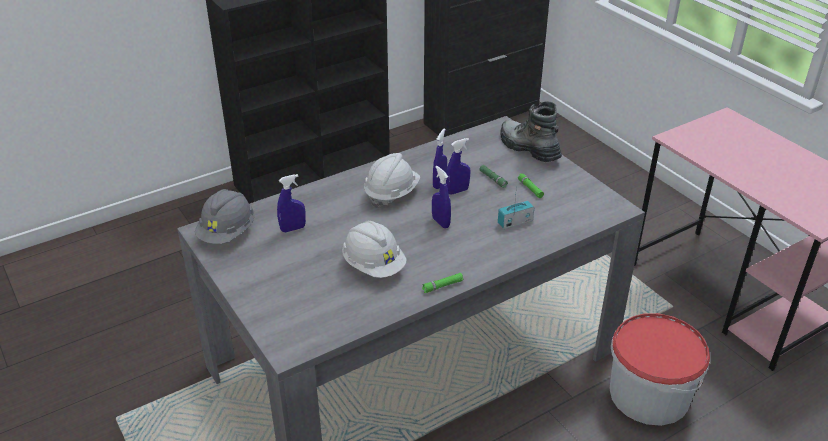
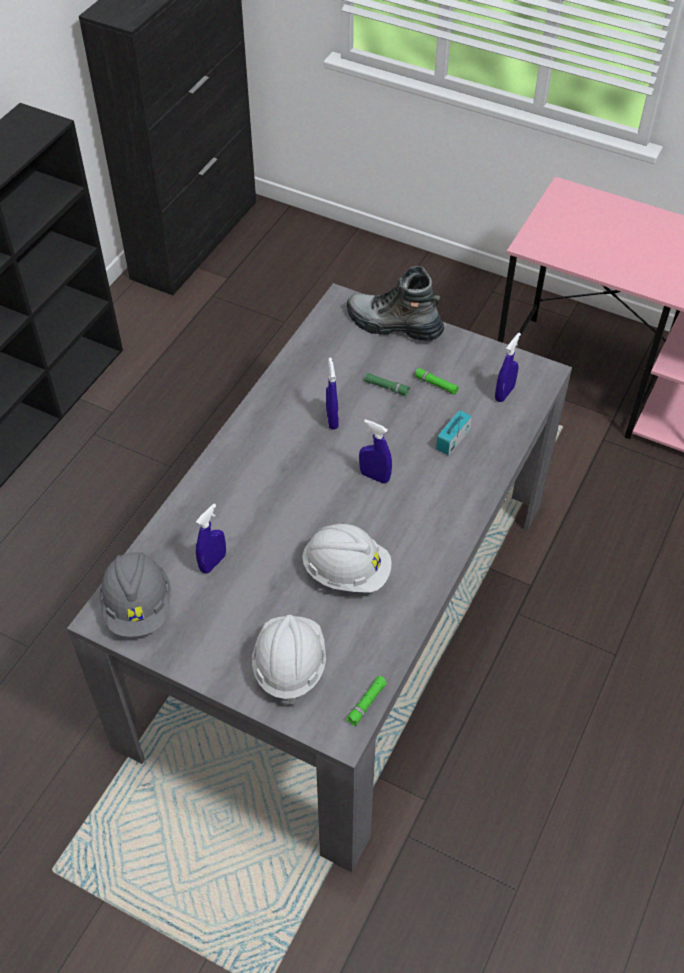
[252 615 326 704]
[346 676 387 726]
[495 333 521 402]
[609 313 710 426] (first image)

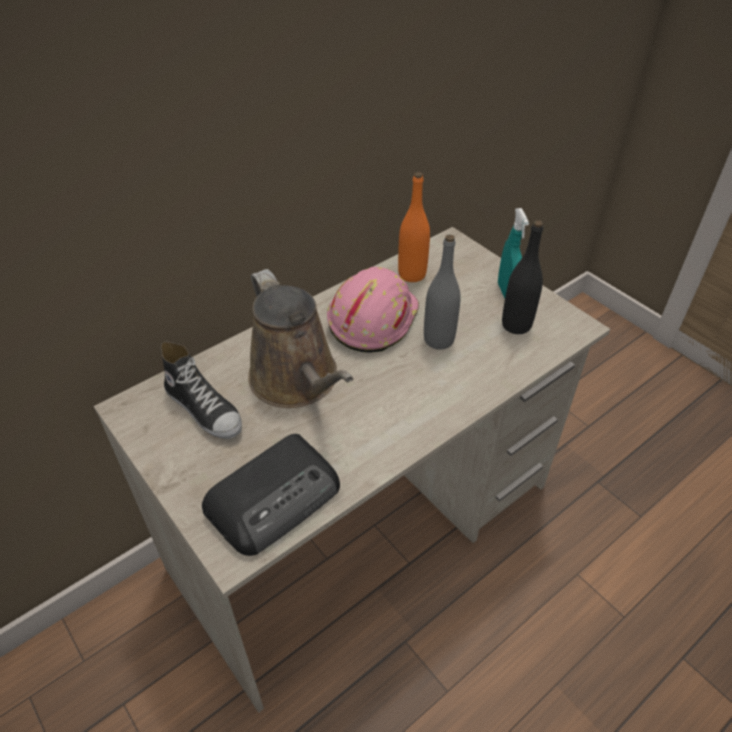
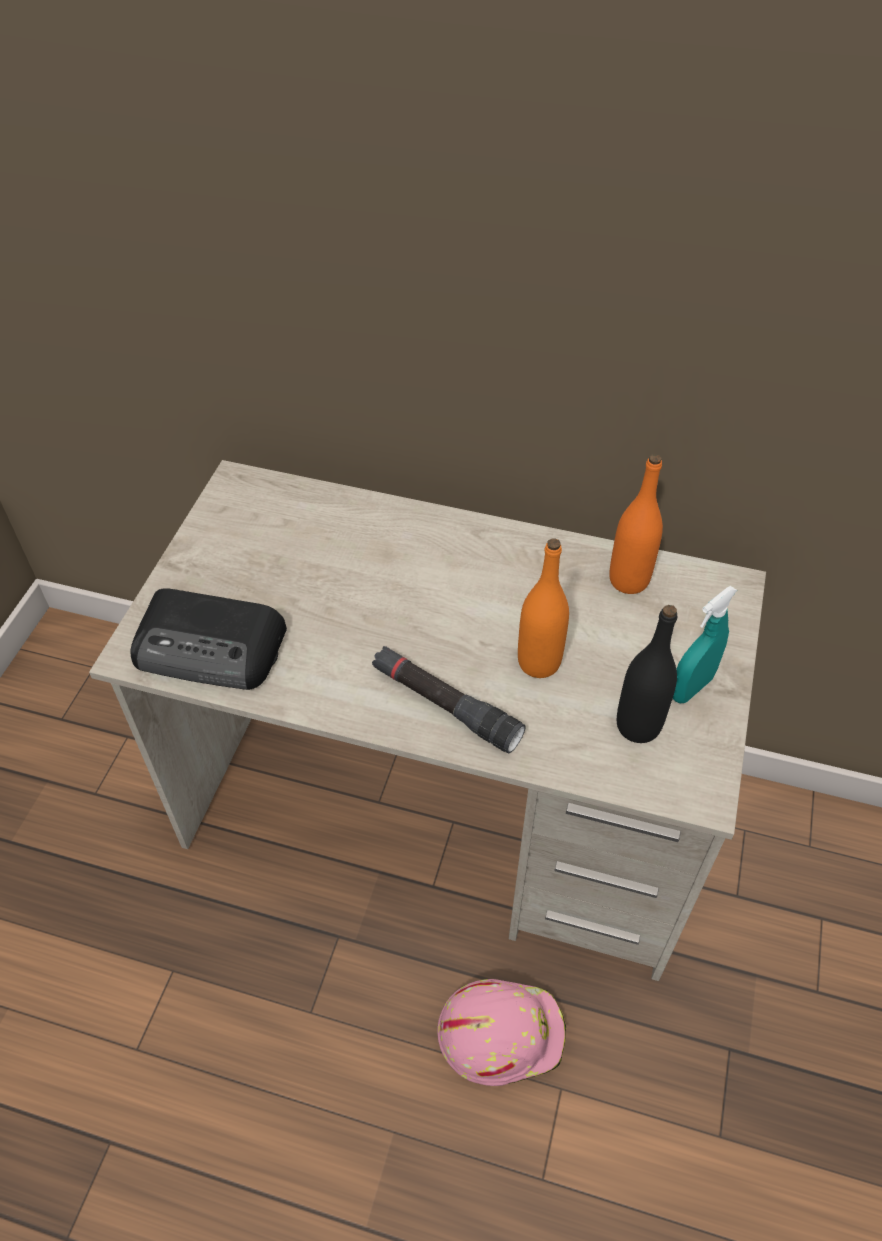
[161 342 242 439] (first image)
[248 269 353 408] (first image)
[437 979 566 1086]
[518 538 569 678]
[372 646 526 754]

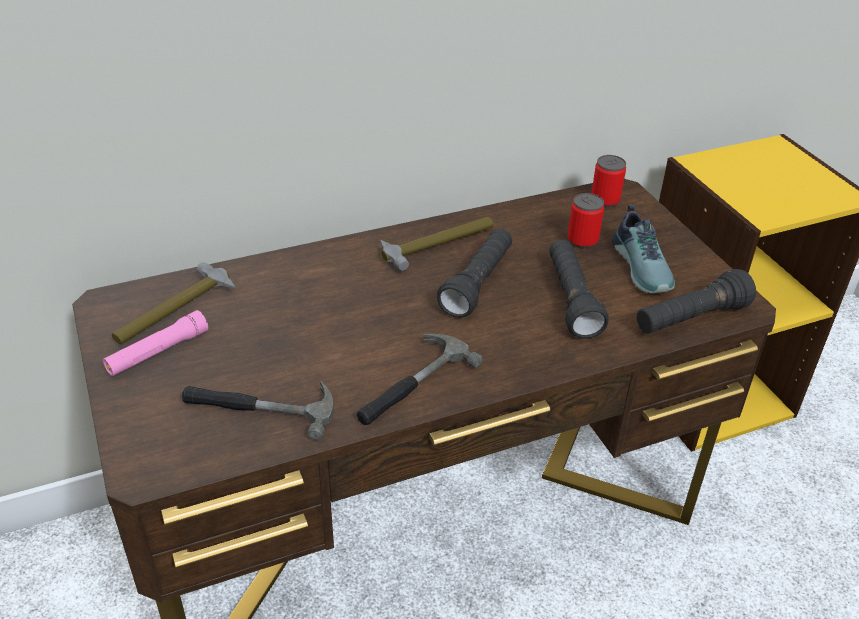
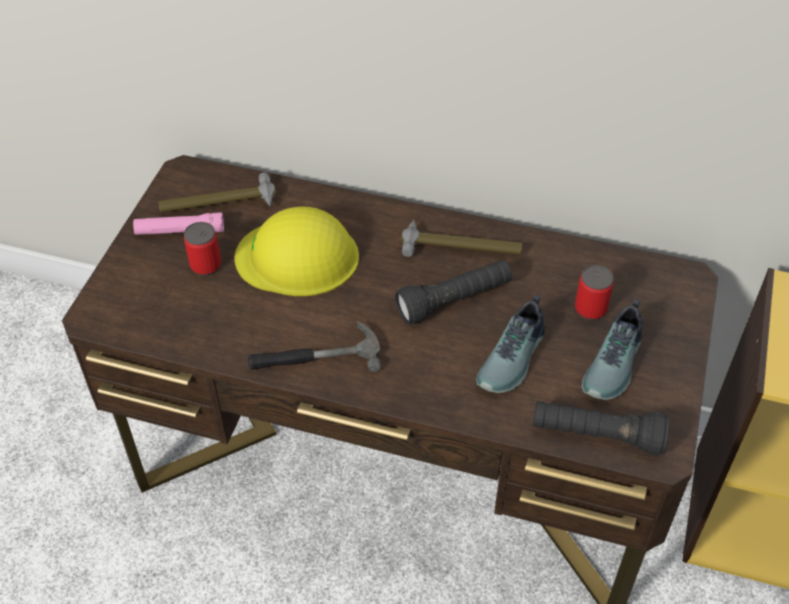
[182 381 333 440] (first image)
[476 295 545 393]
[184 222 221 276]
[234 207 359 296]

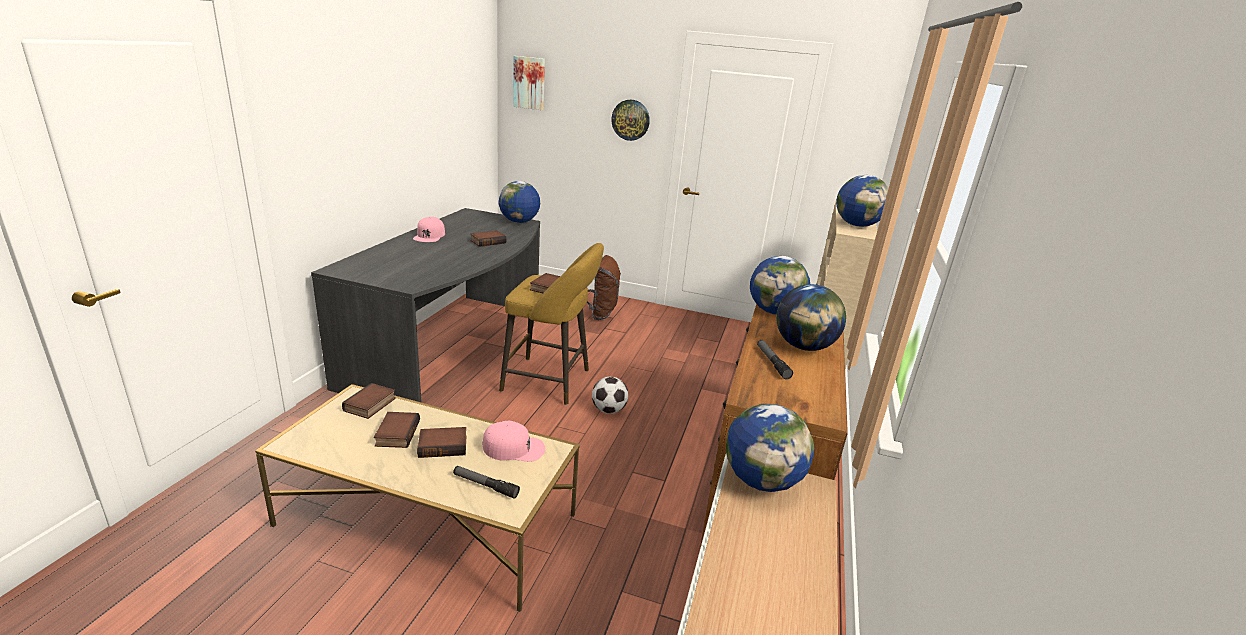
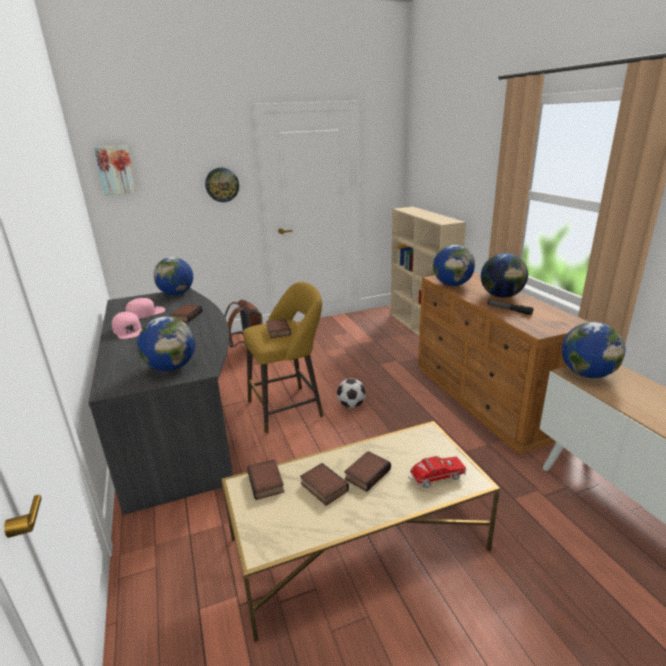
[408 456 467 488]
[126 298 165 319]
[137 316 195 371]

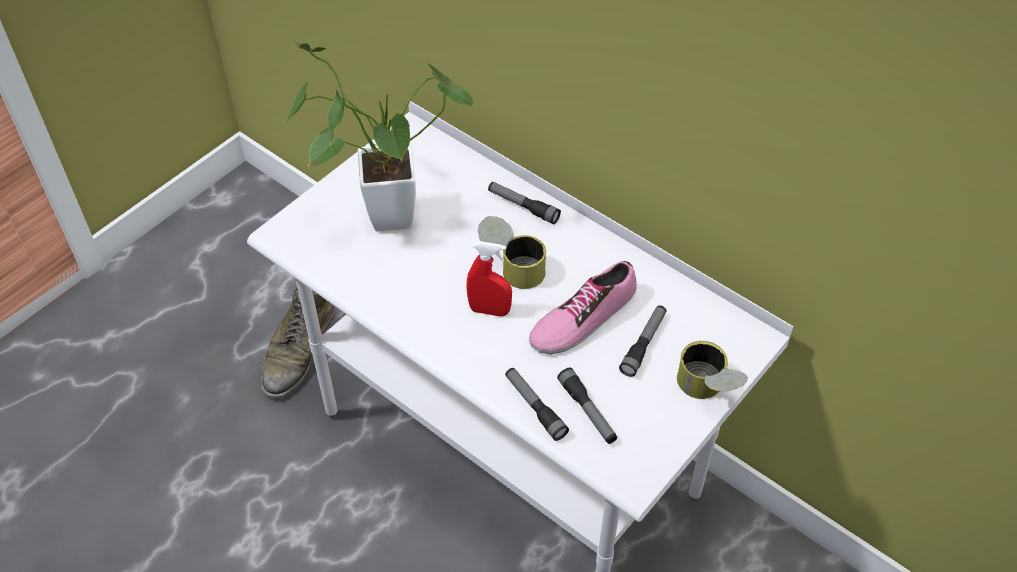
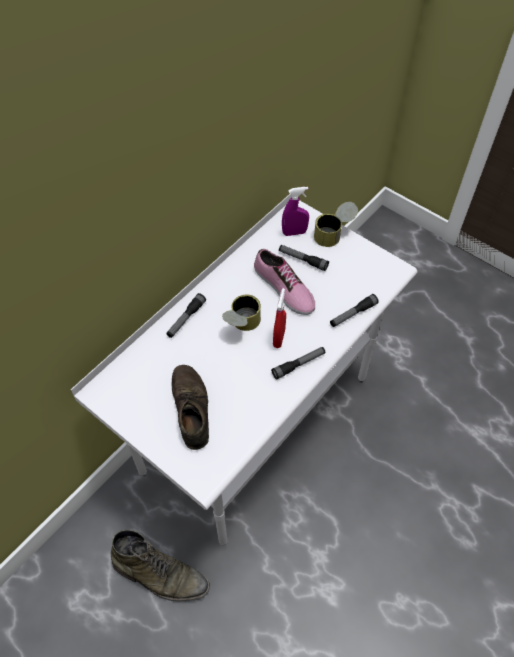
[172 365 209 450]
[271 347 326 380]
[282 187 309 236]

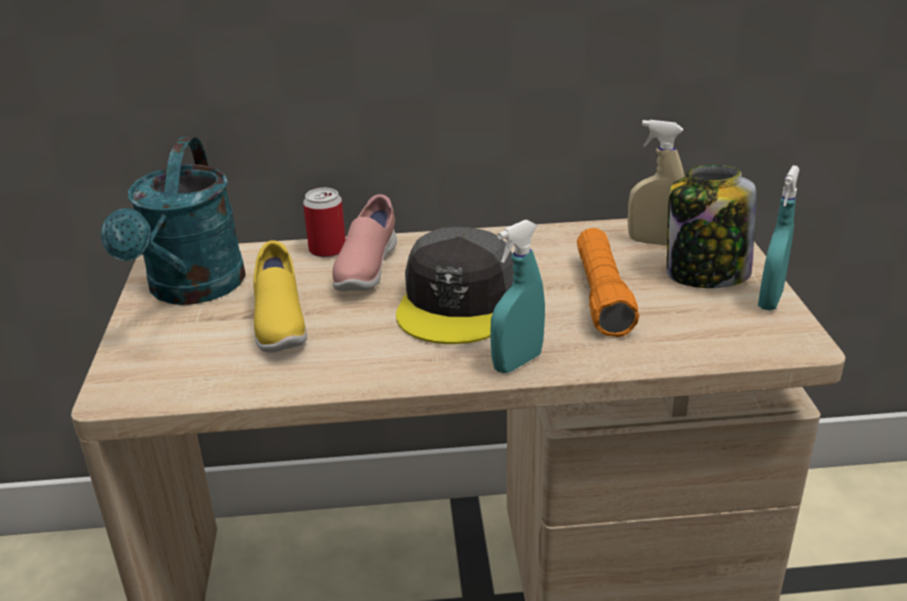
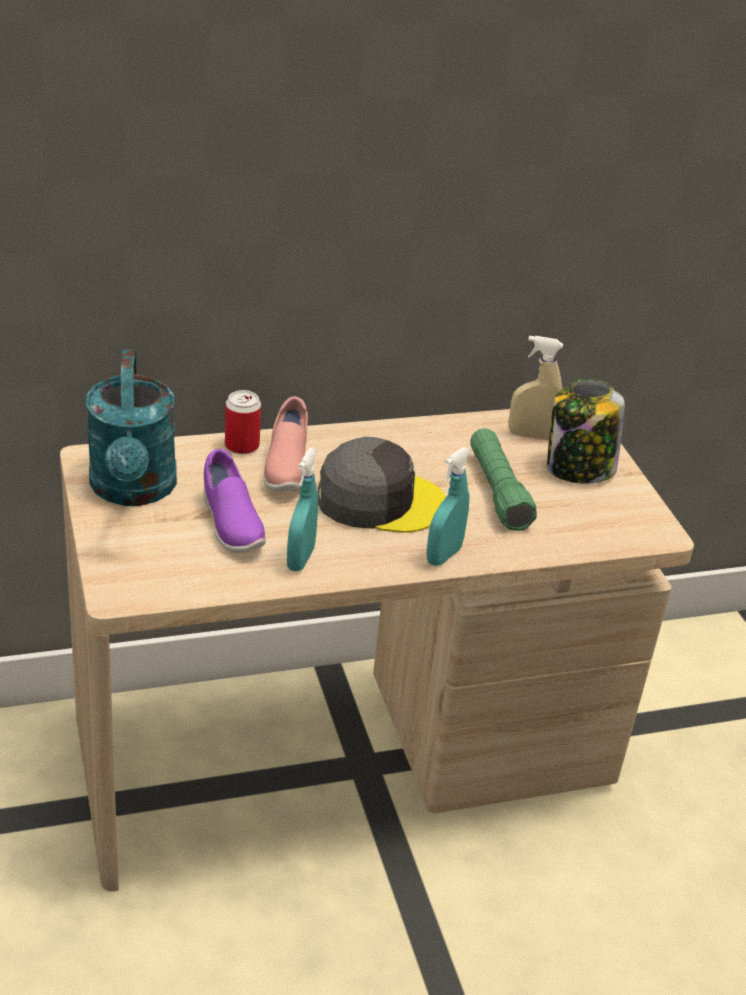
[204 449 266 553]
[318 437 446 533]
[470 428 537 531]
[287 448 318 571]

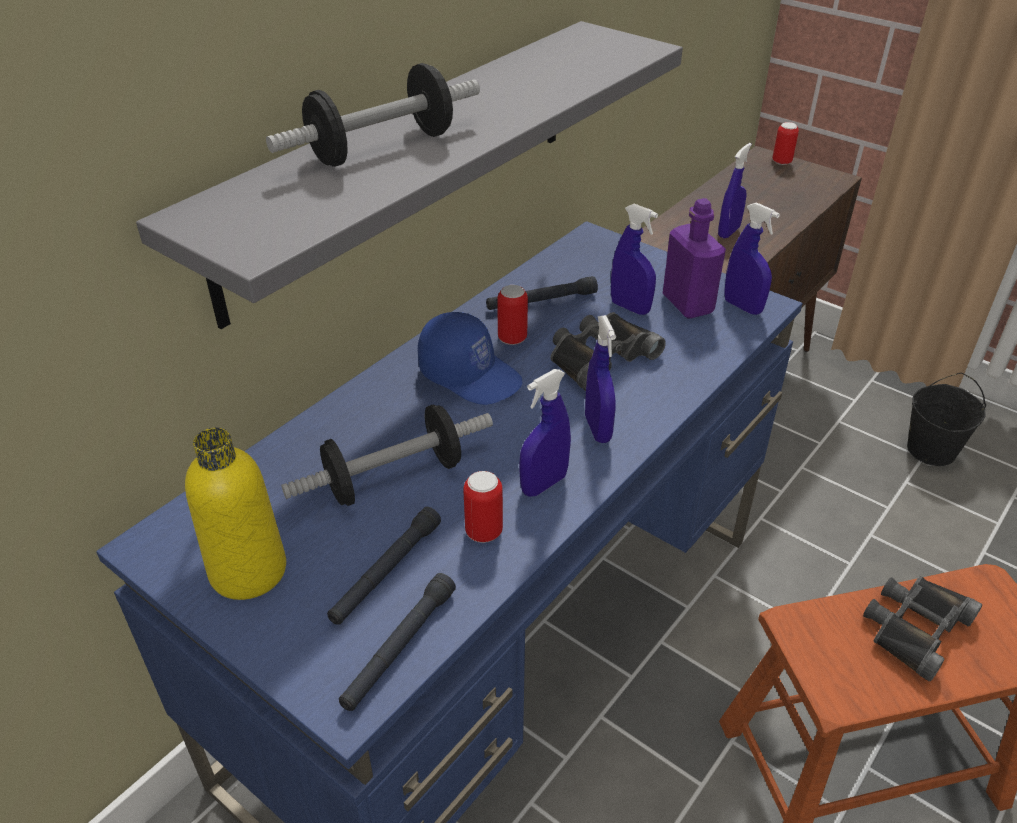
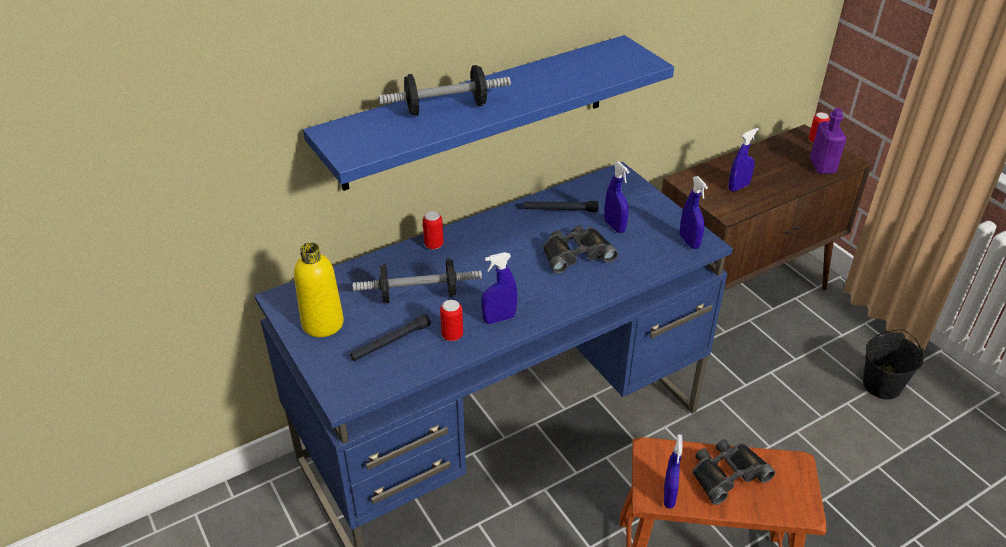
[303 35 674 191]
[339 573 456 711] (first image)
[418 312 522 405] (first image)
[423 211 444 249]
[664 434 683 509]
[810 108 846 174]

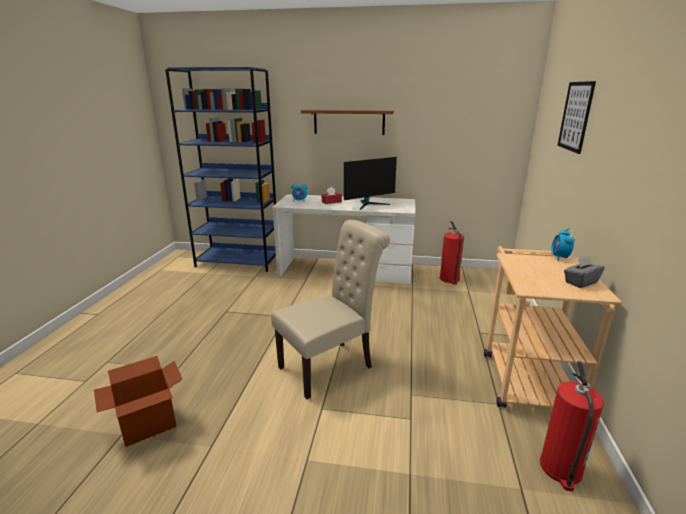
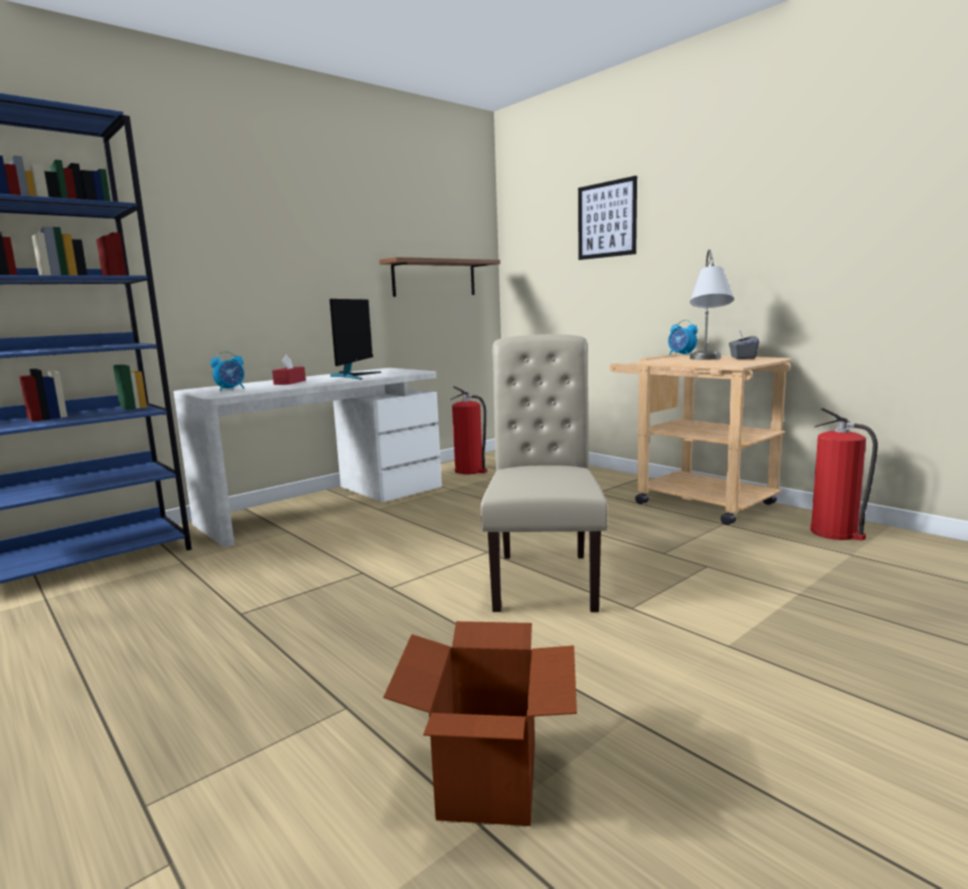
[379 257 500 297]
[690 249 734 360]

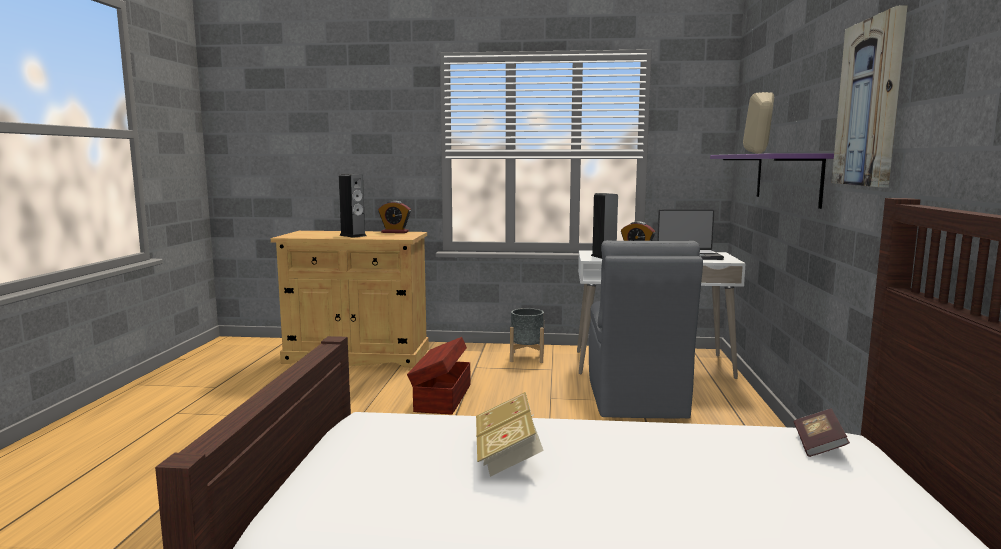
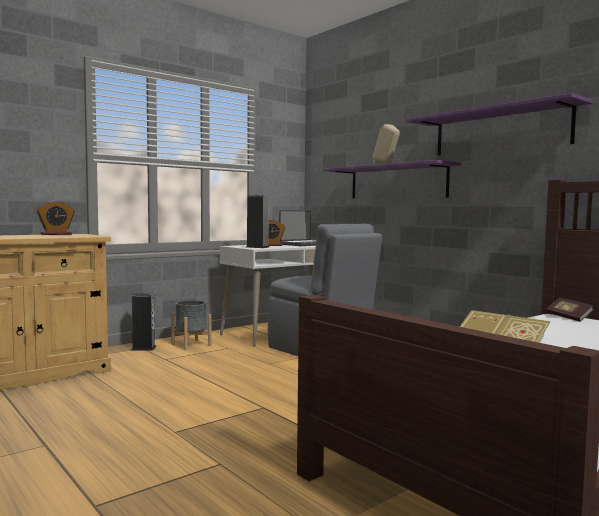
[131 293 156 351]
[407 337 470 414] (first image)
[406 93 593 155]

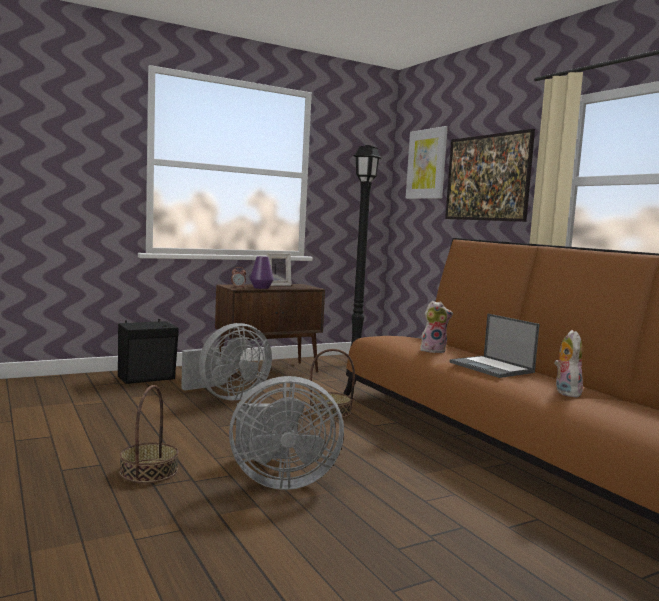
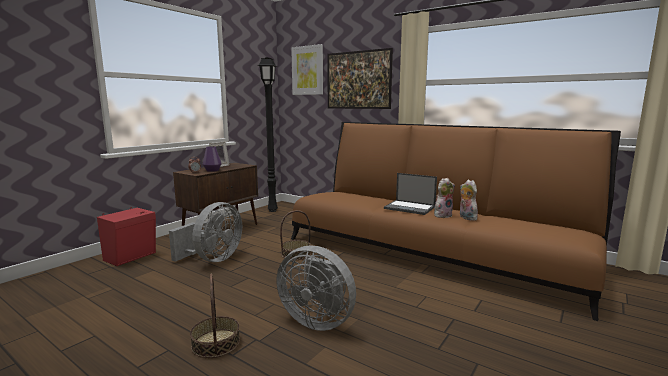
[97 207 156 266]
[276 245 356 331]
[434 178 455 218]

